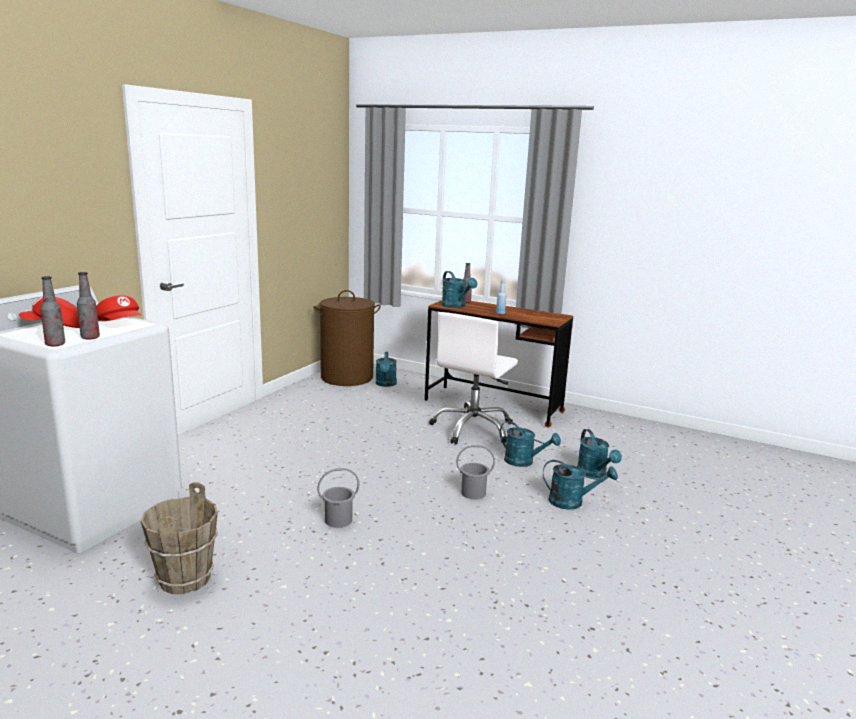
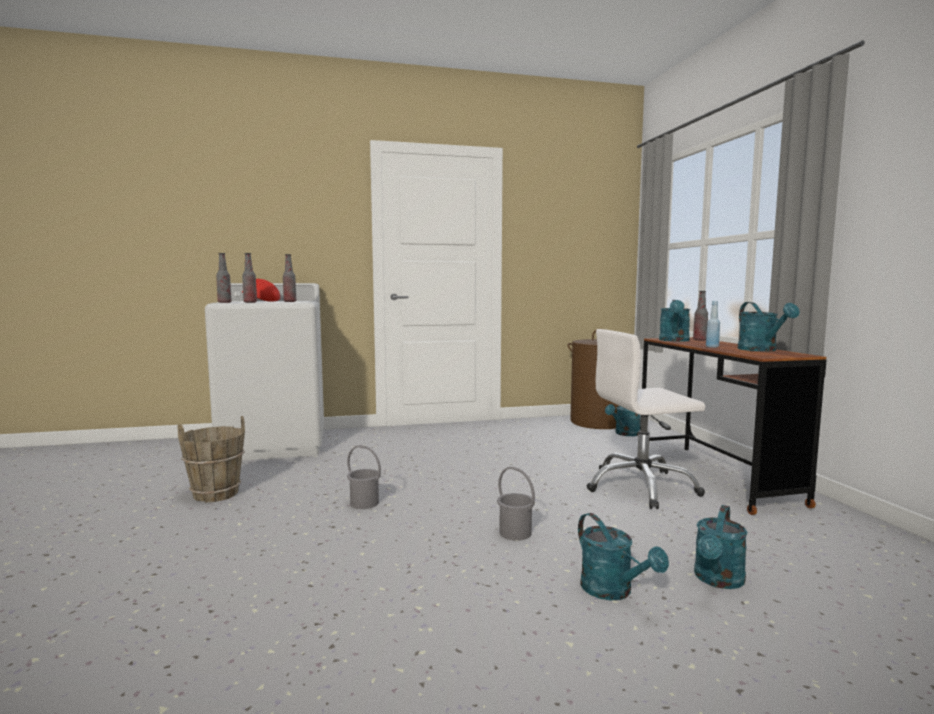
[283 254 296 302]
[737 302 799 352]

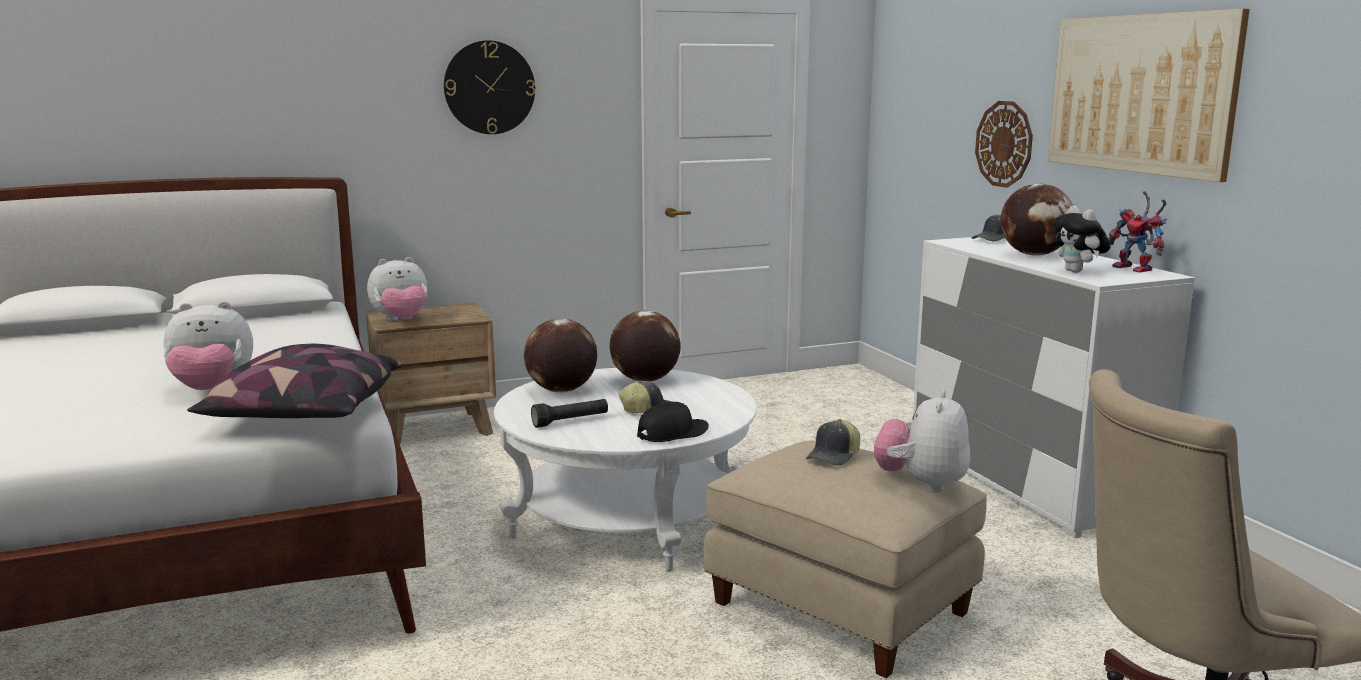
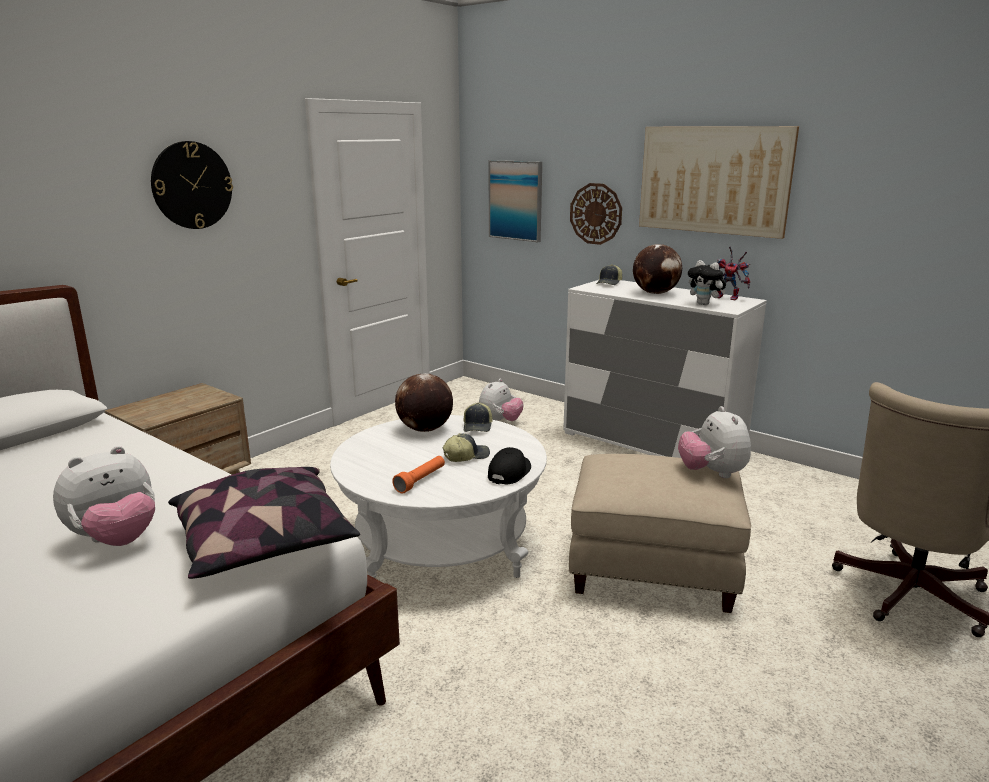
[479 379 524 421]
[524 318 597 392] (first image)
[392 456 445 493]
[464 403 493 432]
[489 160 542 242]

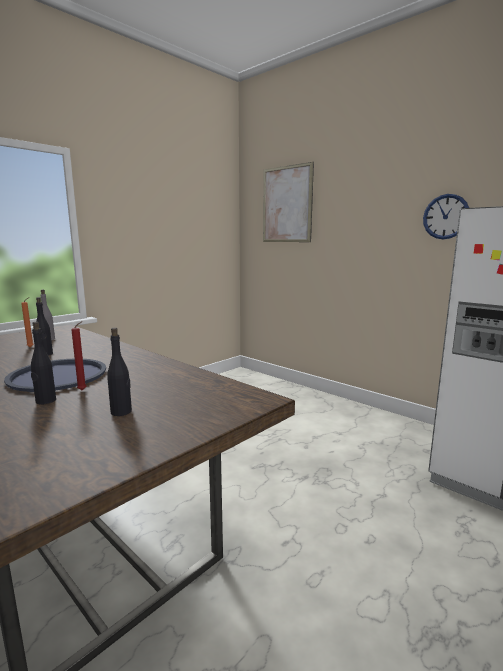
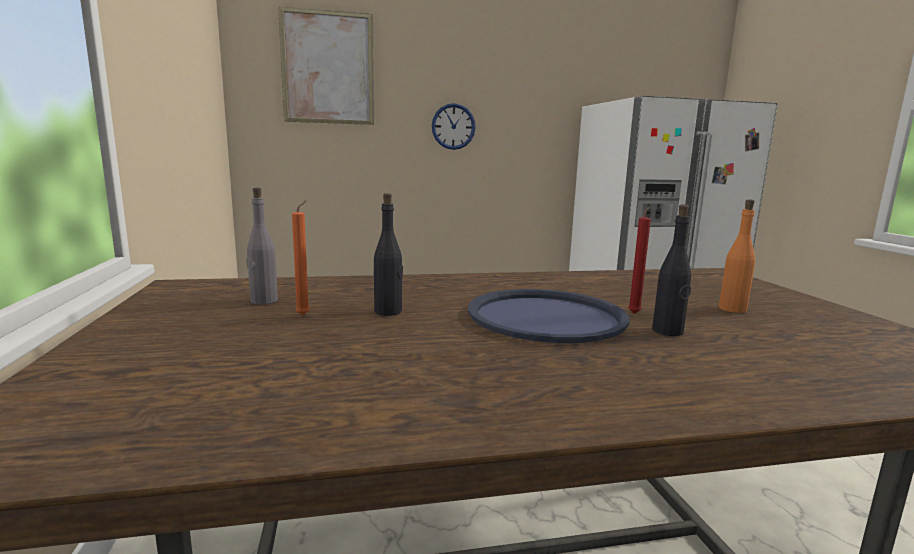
[719 200 755 313]
[432 103 476 150]

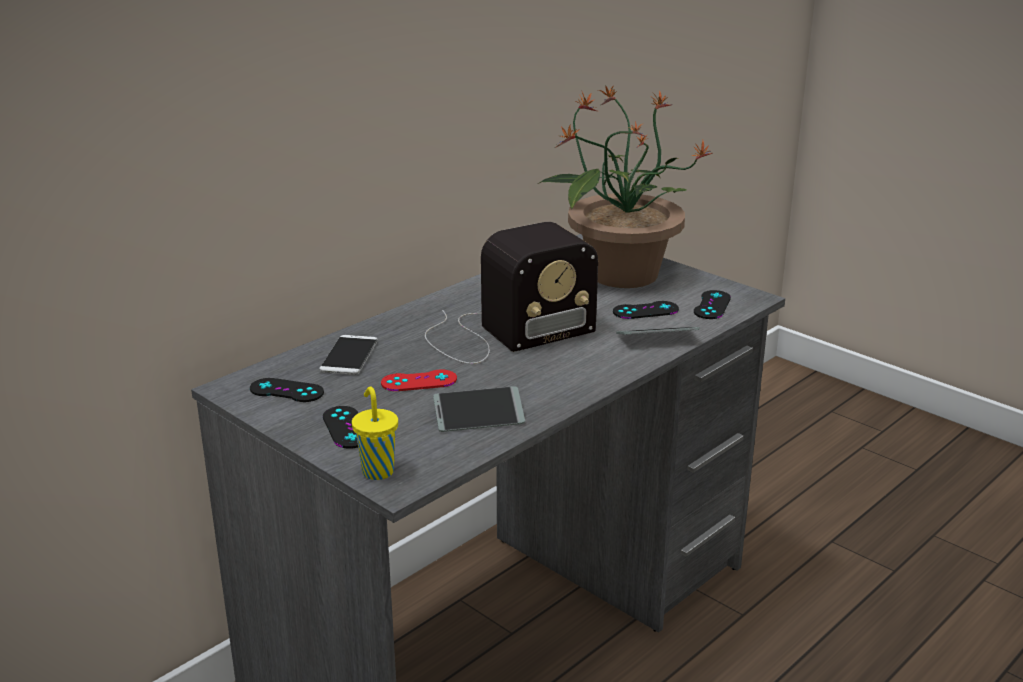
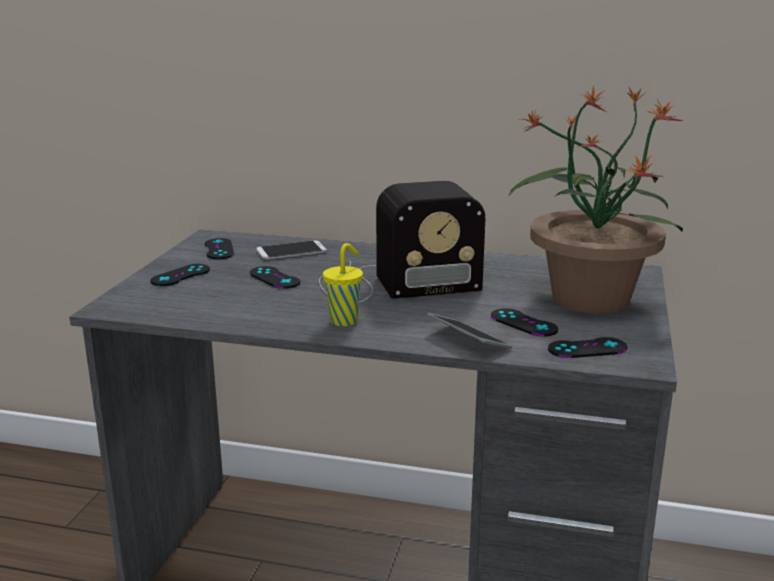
[323 243 363 326]
[249 266 300 289]
[319 181 485 303]
[433 386 525 432] (first image)

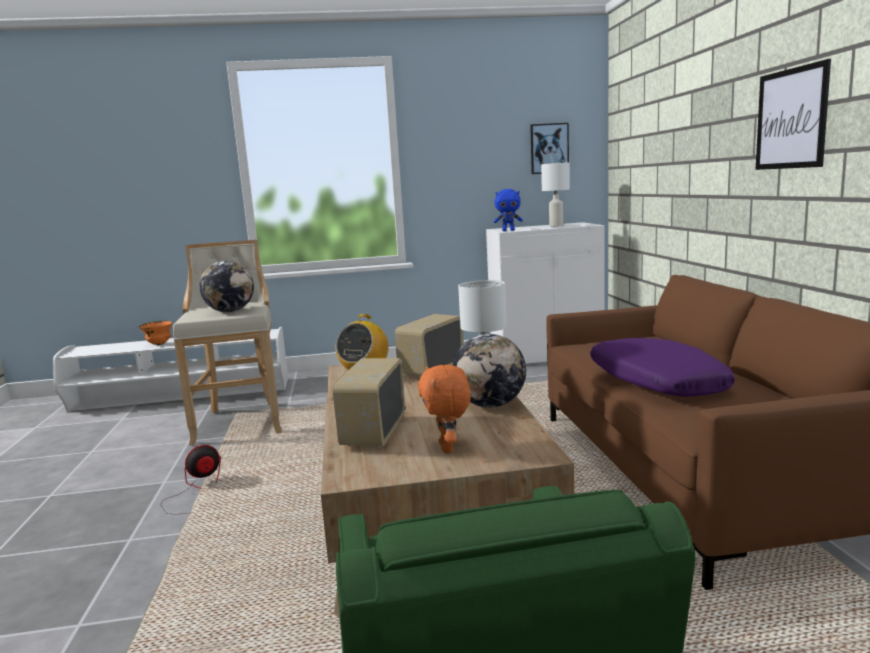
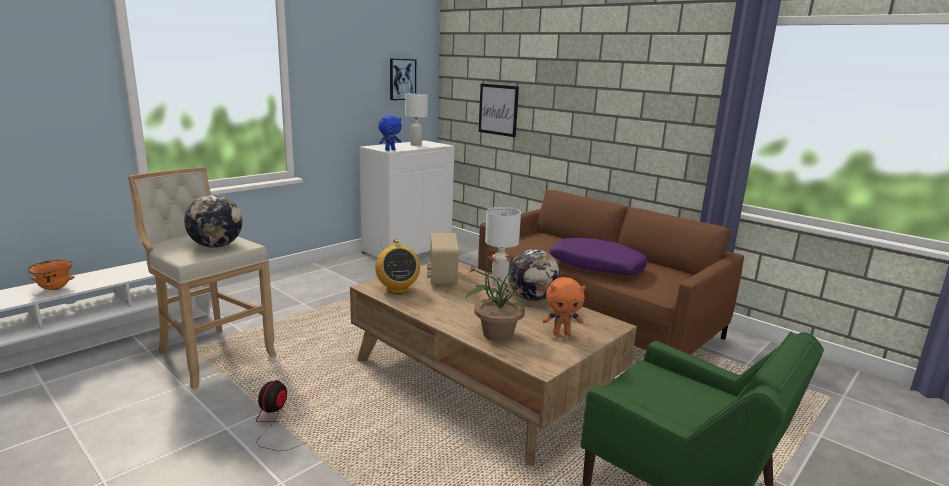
[465 253 531 341]
[542 277 586 335]
[479 84 519 137]

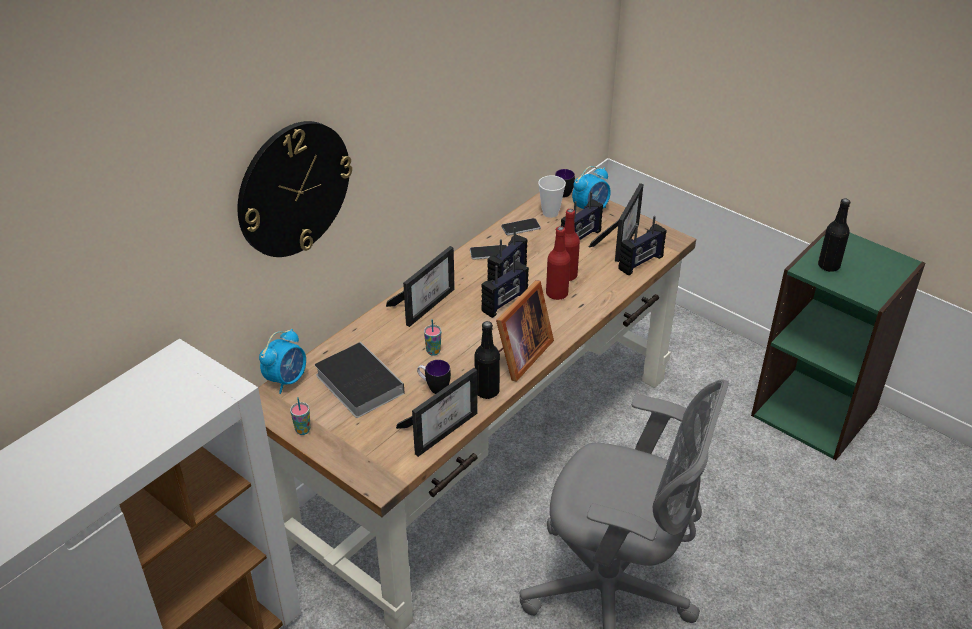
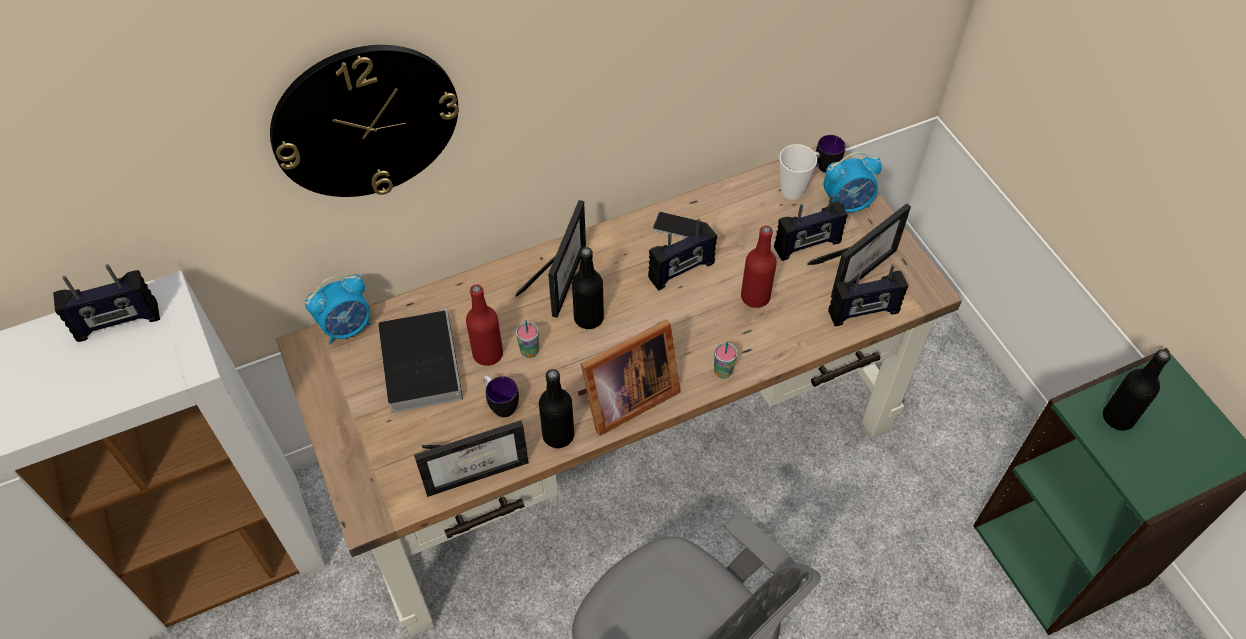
[714 341 738 379]
[515 200 586 318]
[53 264 160 342]
[501 218 541 235] (first image)
[466 285 503 366]
[572 247 604 329]

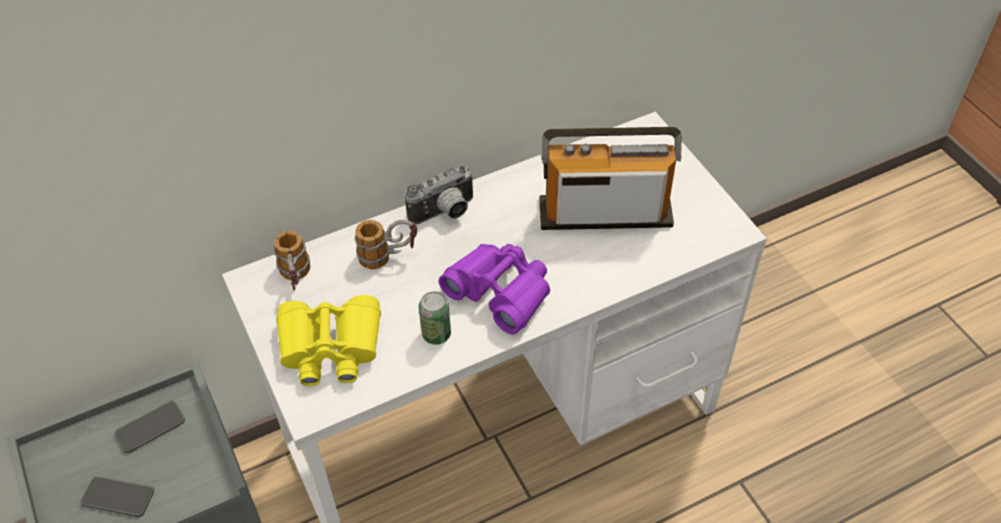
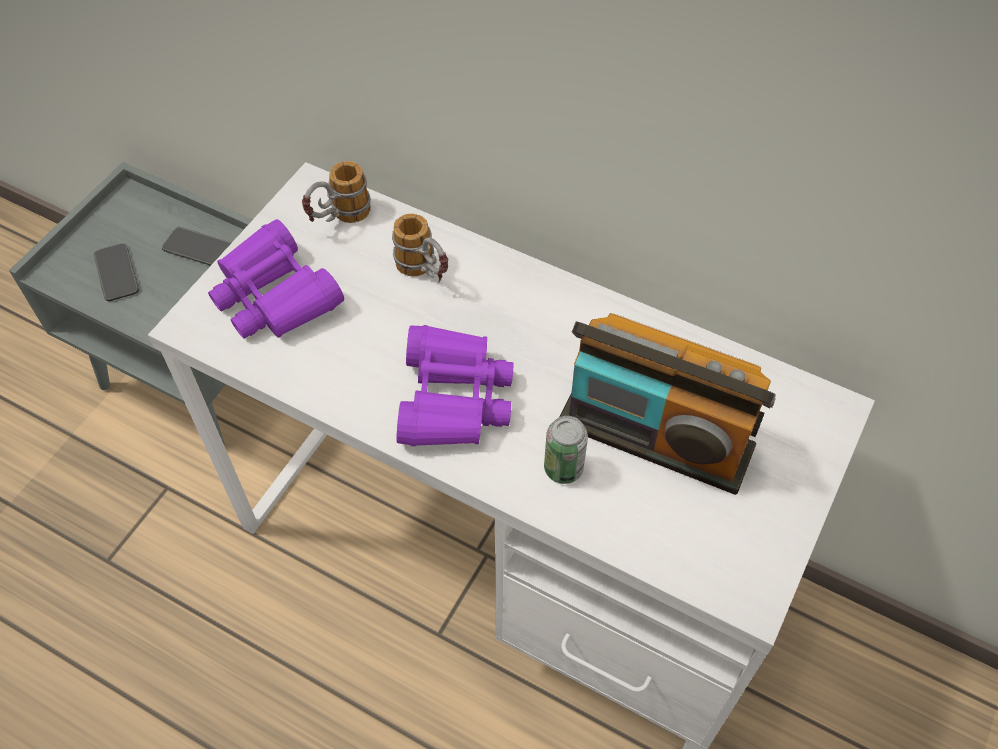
[208 219 344 339]
[405 166 474 224] (first image)
[544 416 588 484]
[559 313 776 495]

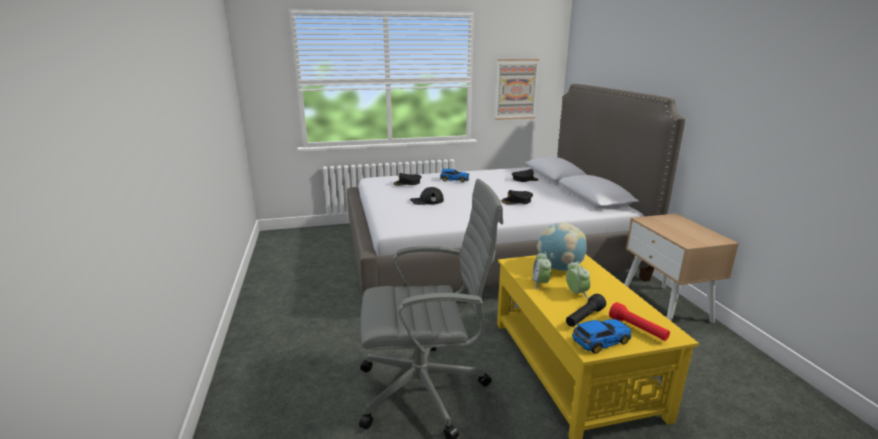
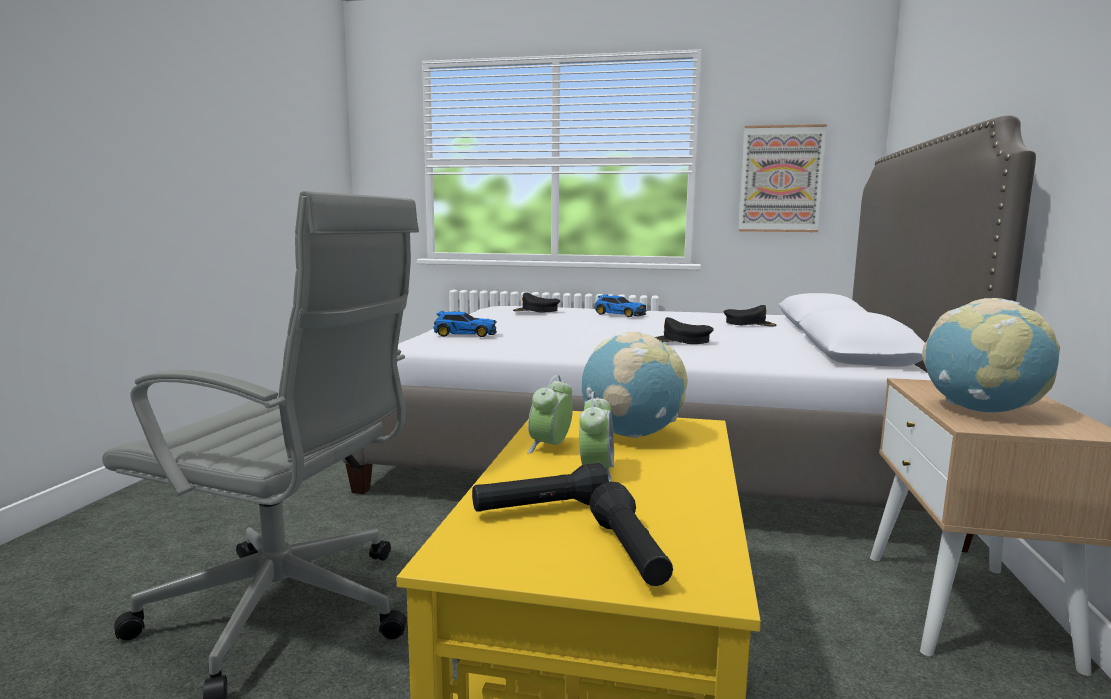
[410 187 444 205] (first image)
[433 311 497 337]
[589 481 673 586]
[922 298 1060 412]

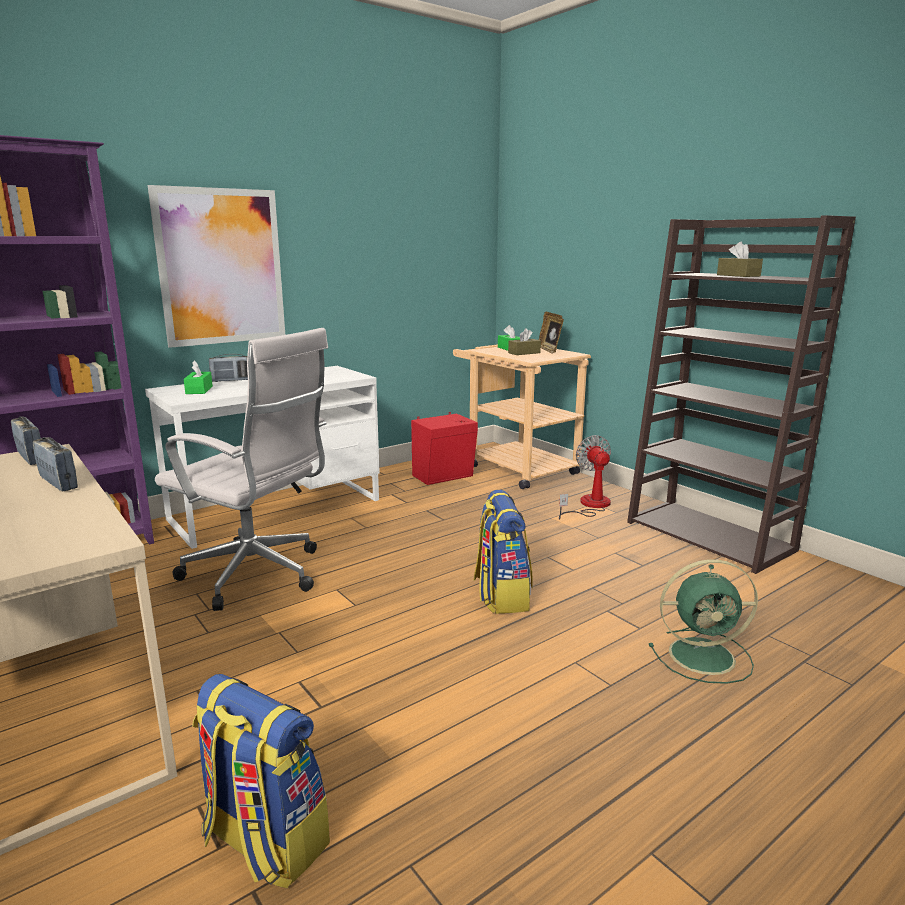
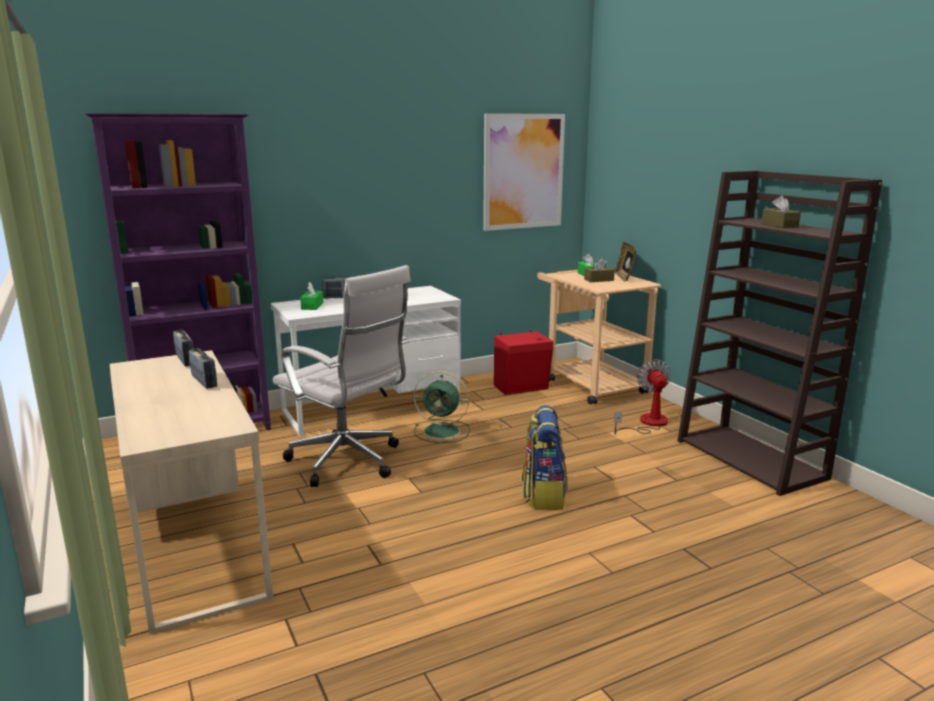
[483 113 565 231]
[192 674 330 888] (first image)
[414 371 470 443]

